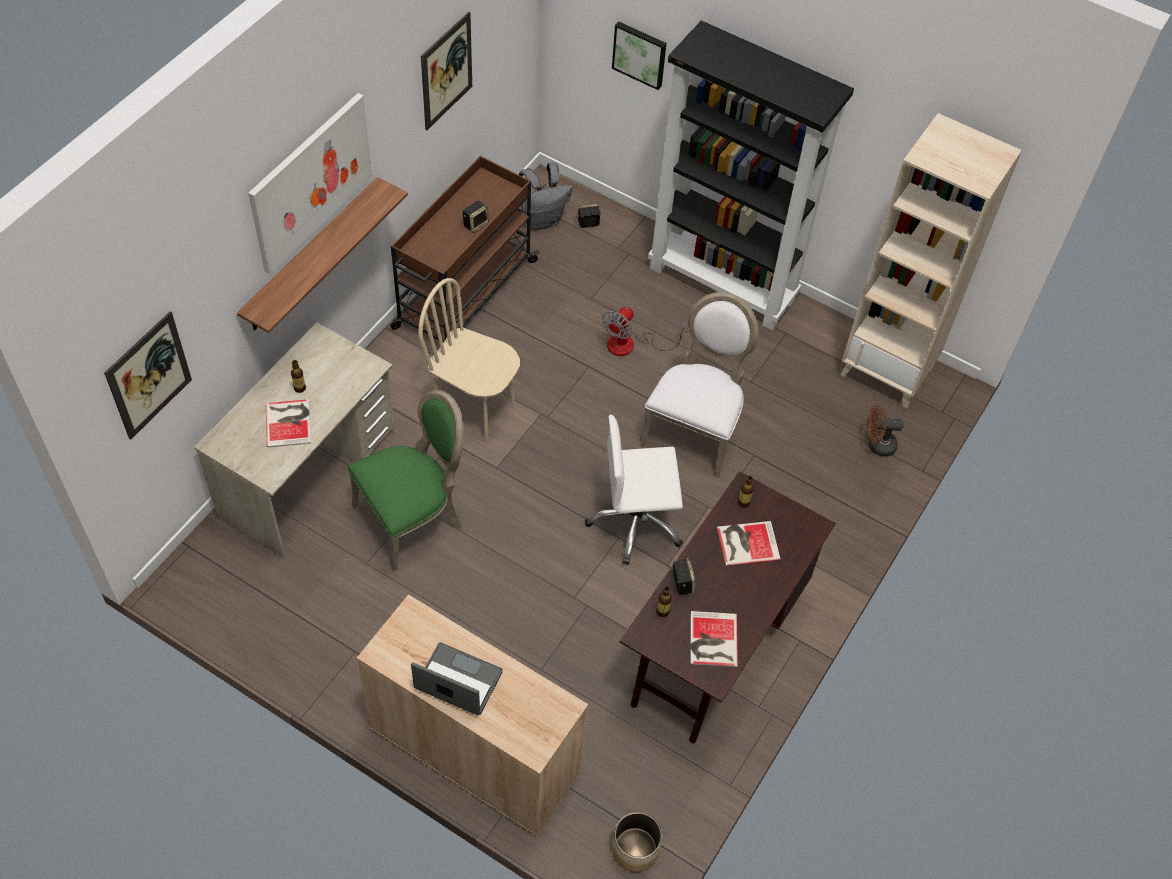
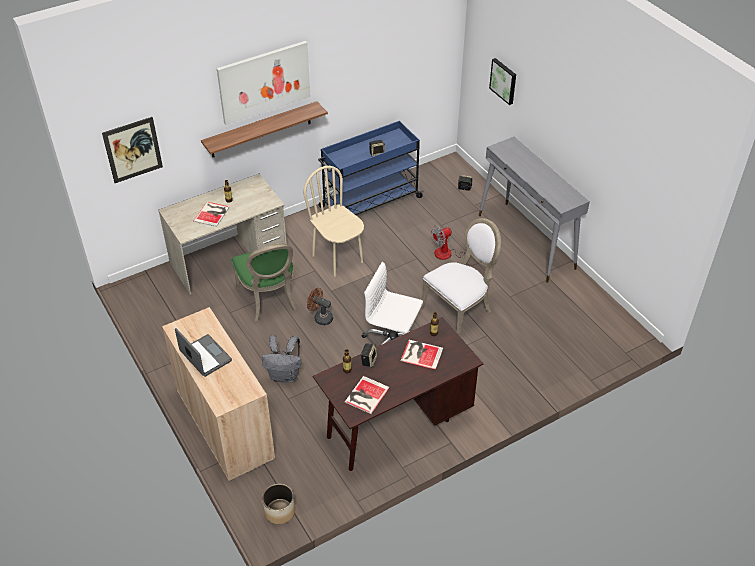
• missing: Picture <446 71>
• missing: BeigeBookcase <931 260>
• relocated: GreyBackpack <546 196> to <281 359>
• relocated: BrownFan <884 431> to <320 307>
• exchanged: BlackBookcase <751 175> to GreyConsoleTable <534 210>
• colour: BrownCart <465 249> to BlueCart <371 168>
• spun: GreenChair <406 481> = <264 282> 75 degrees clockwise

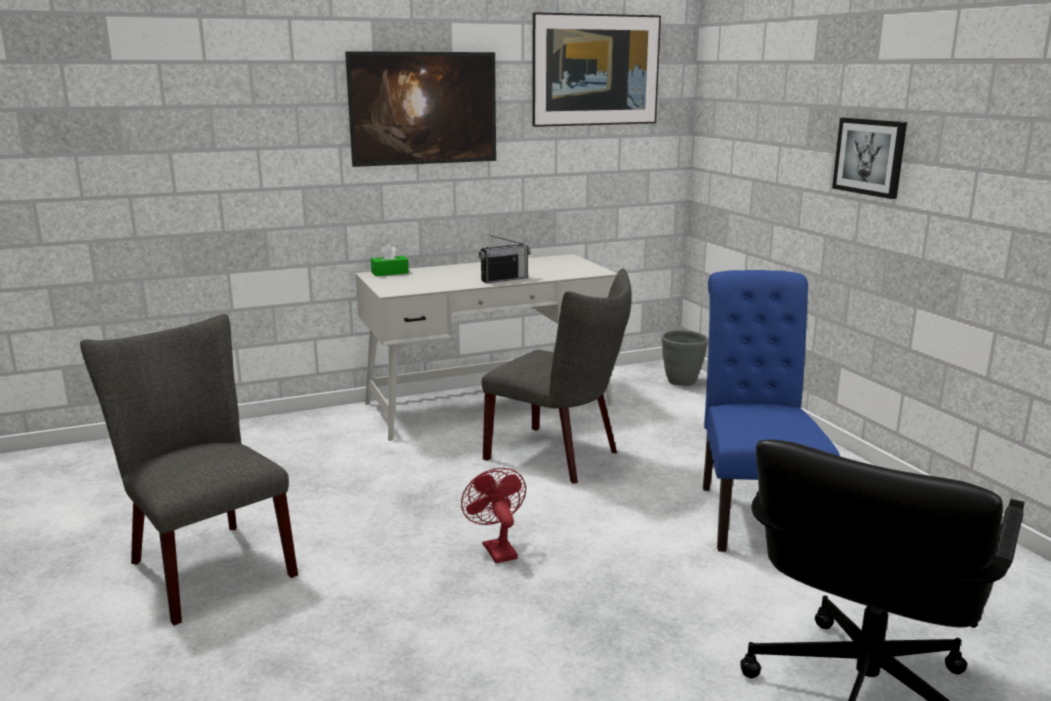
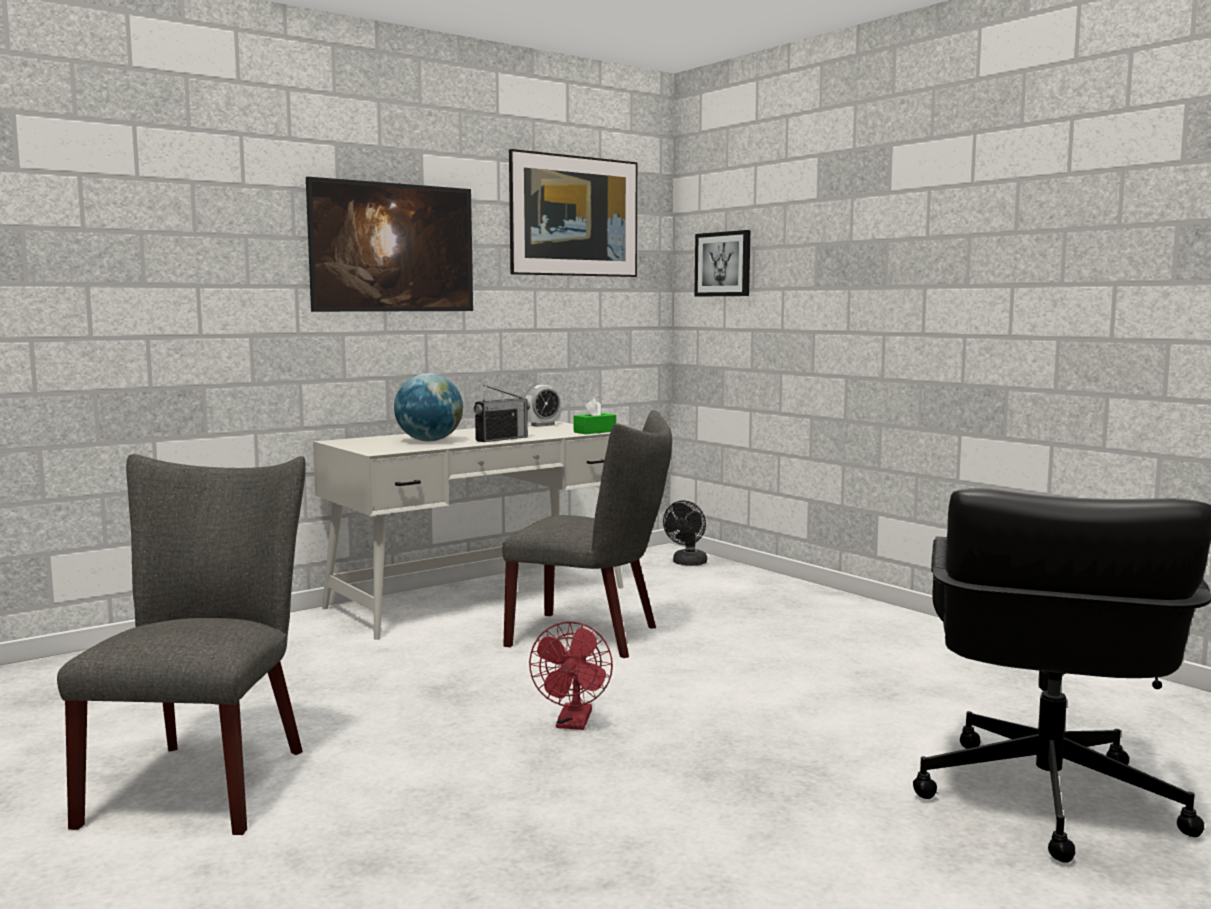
• missing: BlueChair <771 411>
• appeared: Globe <428 407>
• appeared: AlarmClock <543 406>
• relocated: GreenTissueBox <390 260> to <595 416>
• relocated: Picture <869 158> to <722 263>
• exchanged: GreyPlanter <685 358> to BlackFan <685 533>
• spun: GreyChair <189 469> = <181 644> 60 degrees clockwise
• spun: RedFan <493 515> = <571 675> 135 degrees counterclockwise

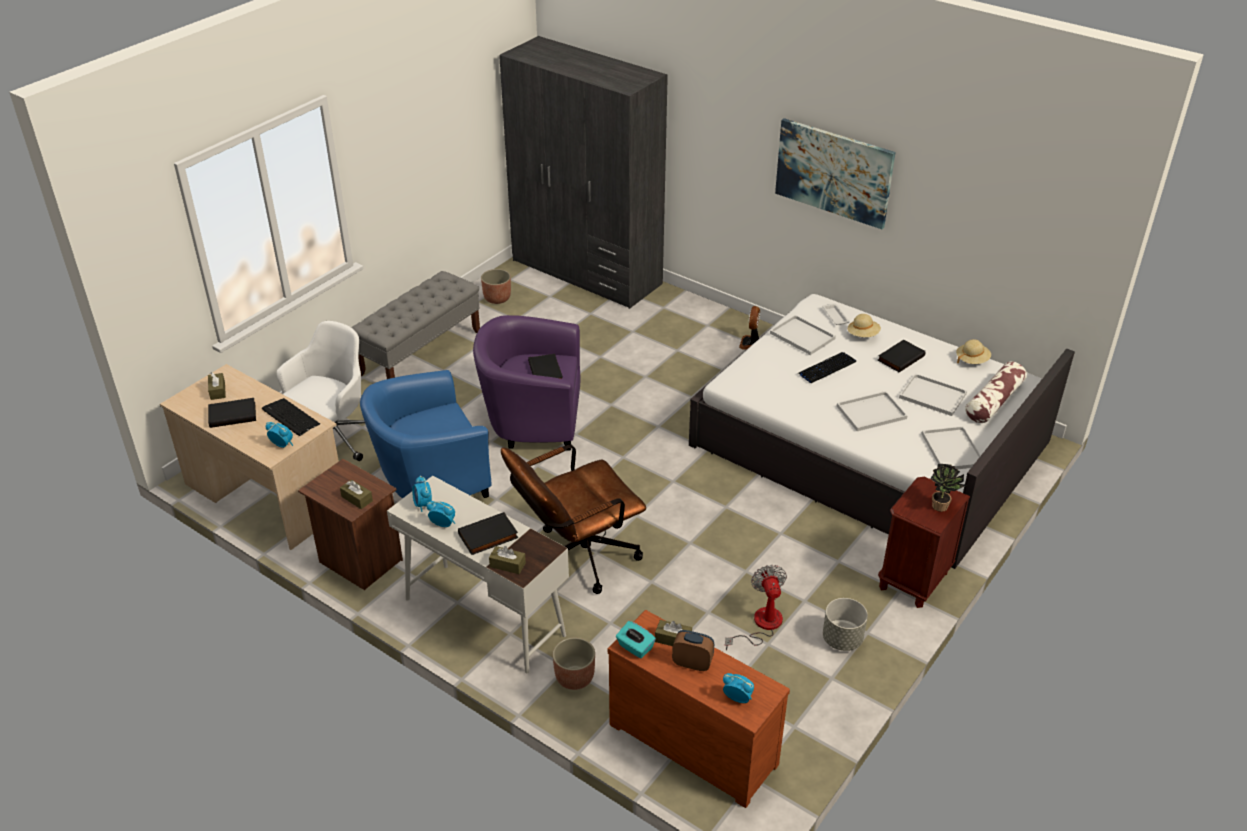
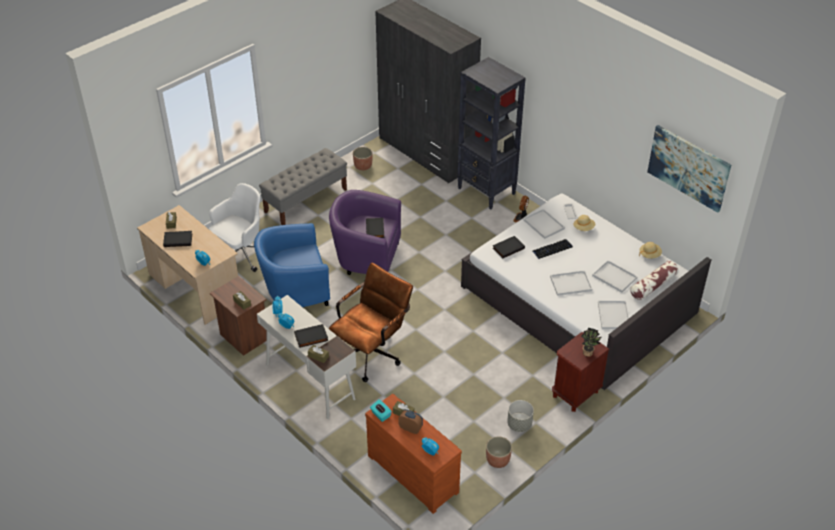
• missing: Keyboard <291 417>
• missing: Fan <756 607>
• appeared: BlackBookcase <491 133>
• relocated: Planter <574 663> to <499 452>
• relocated: Picture <835 173> to <689 169>
• relocated: BlackBook <901 356> to <509 247>
• spun: BrownOfficeChair <573 519> = <370 322> 150 degrees clockwise

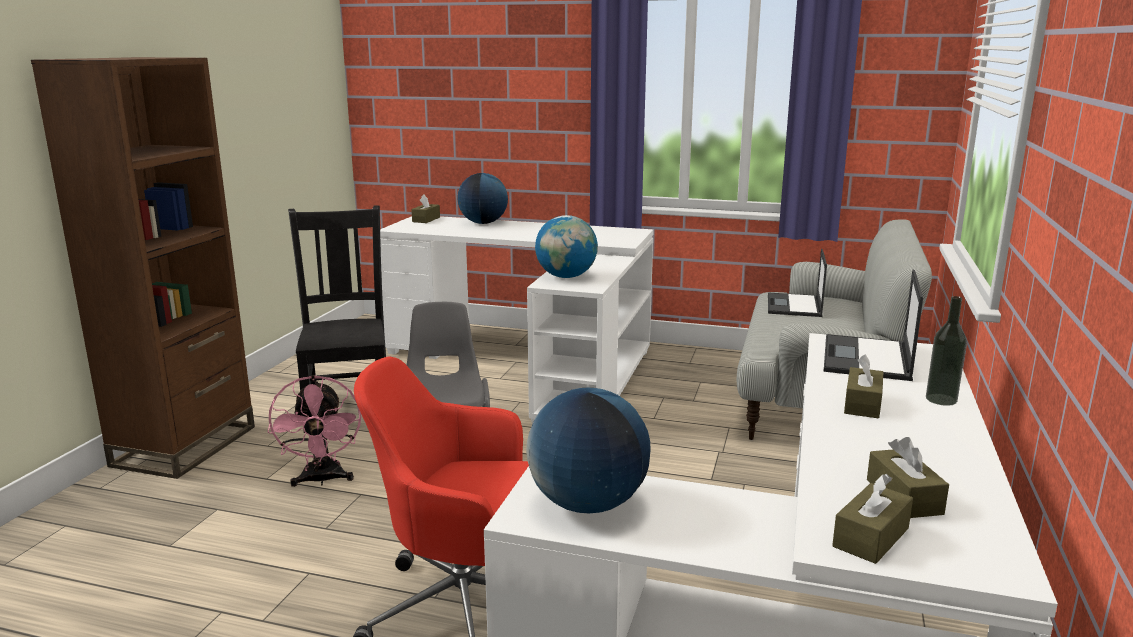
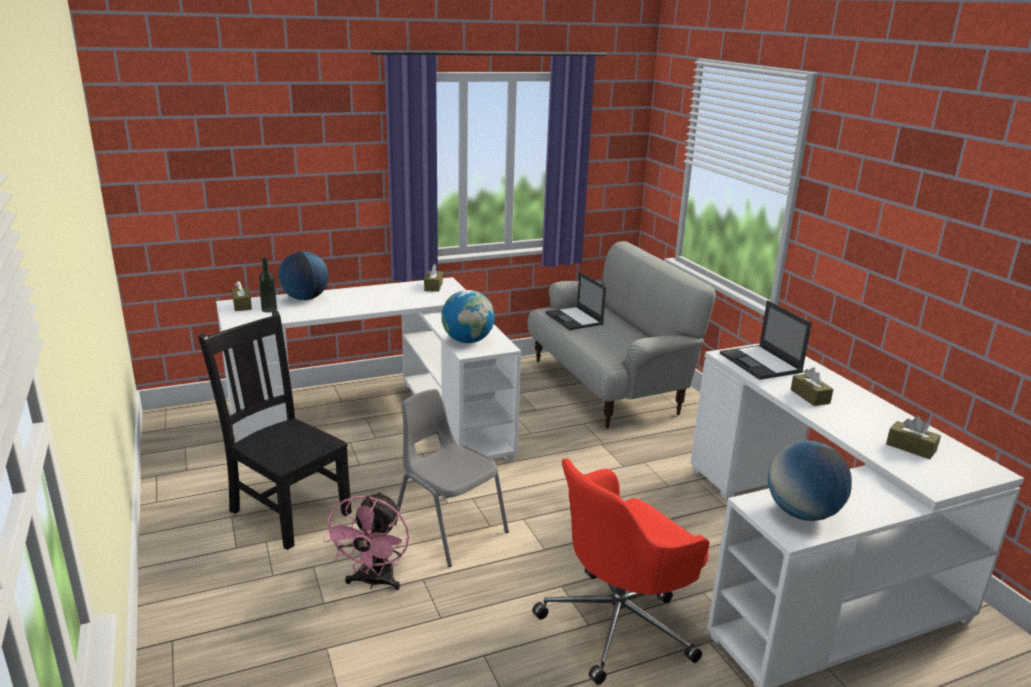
• missing: BrownBookcase <143 268>
• relocated: BrownTissueBox <872 519> to <433 278>
• relocated: Bottle <946 351> to <268 285>
• spun: PinkFan <314 431> = <366 540> 60 degrees clockwise

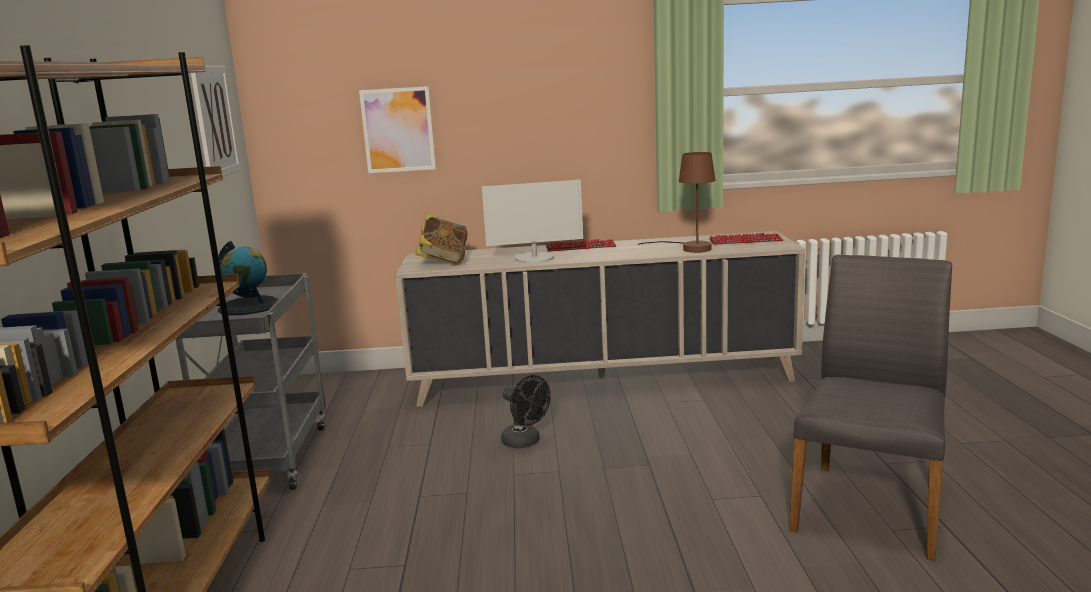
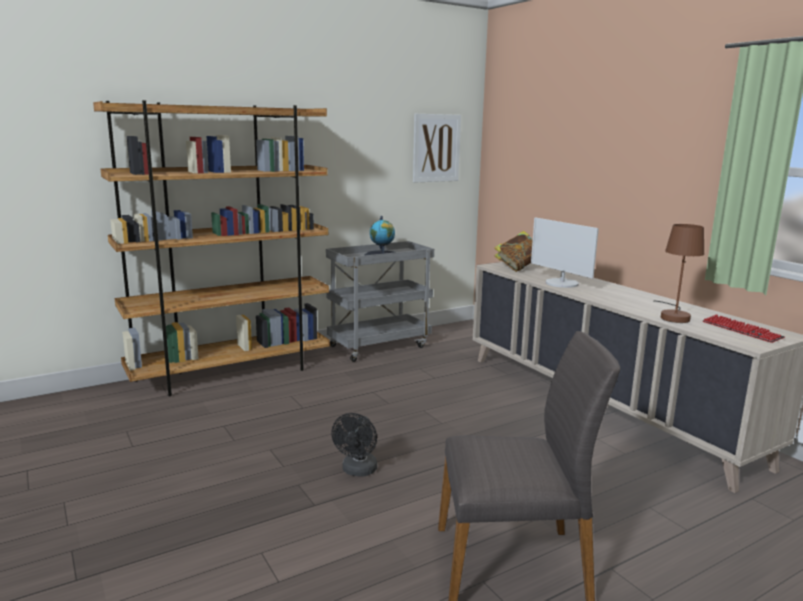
• missing: Picture <397 129>
• missing: Keyboard <581 245>
• relocated: BlackFan <526 411> to <354 444>

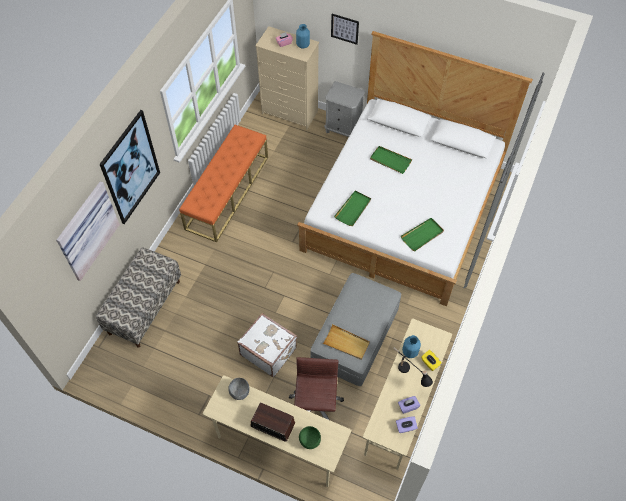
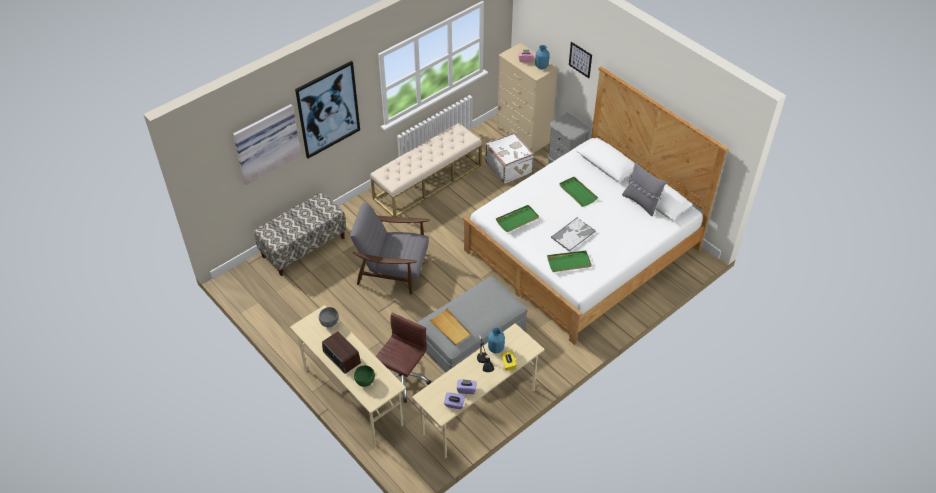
• appeared: GreyArmchair <390 248>
• appeared: Tray <573 235>
• appeared: GreyPillow <644 189>
• relocated: WhiteSuitcase <267 345> to <510 158>
• colour: OrangeBench <223 183> to BeigeBench <426 170>

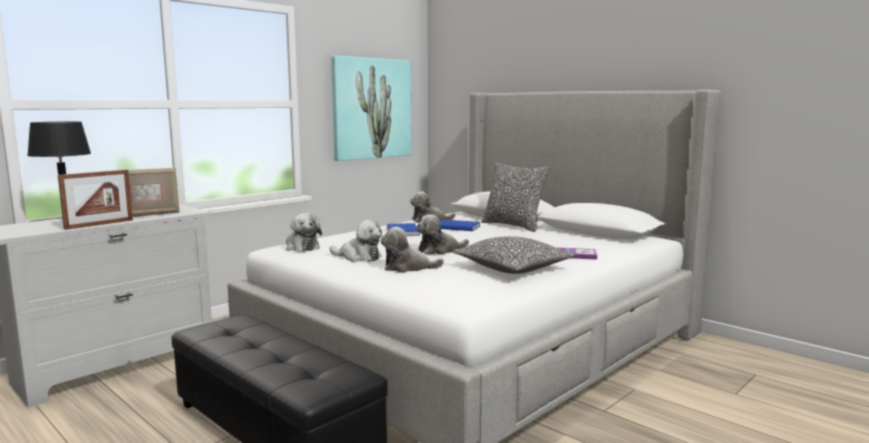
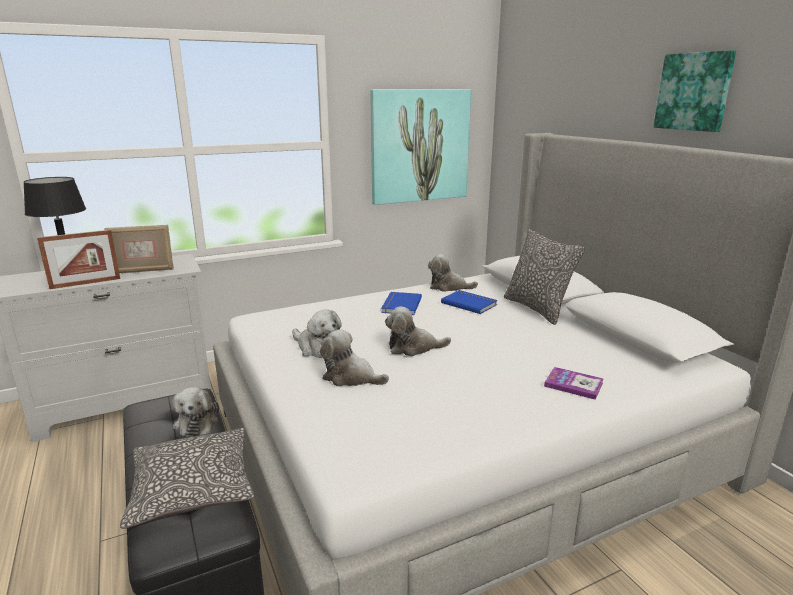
• appeared: Picture <694 91>
• relocated: PlushToy <304 232> to <195 412>
• relocated: Pillow <514 255> to <187 478>

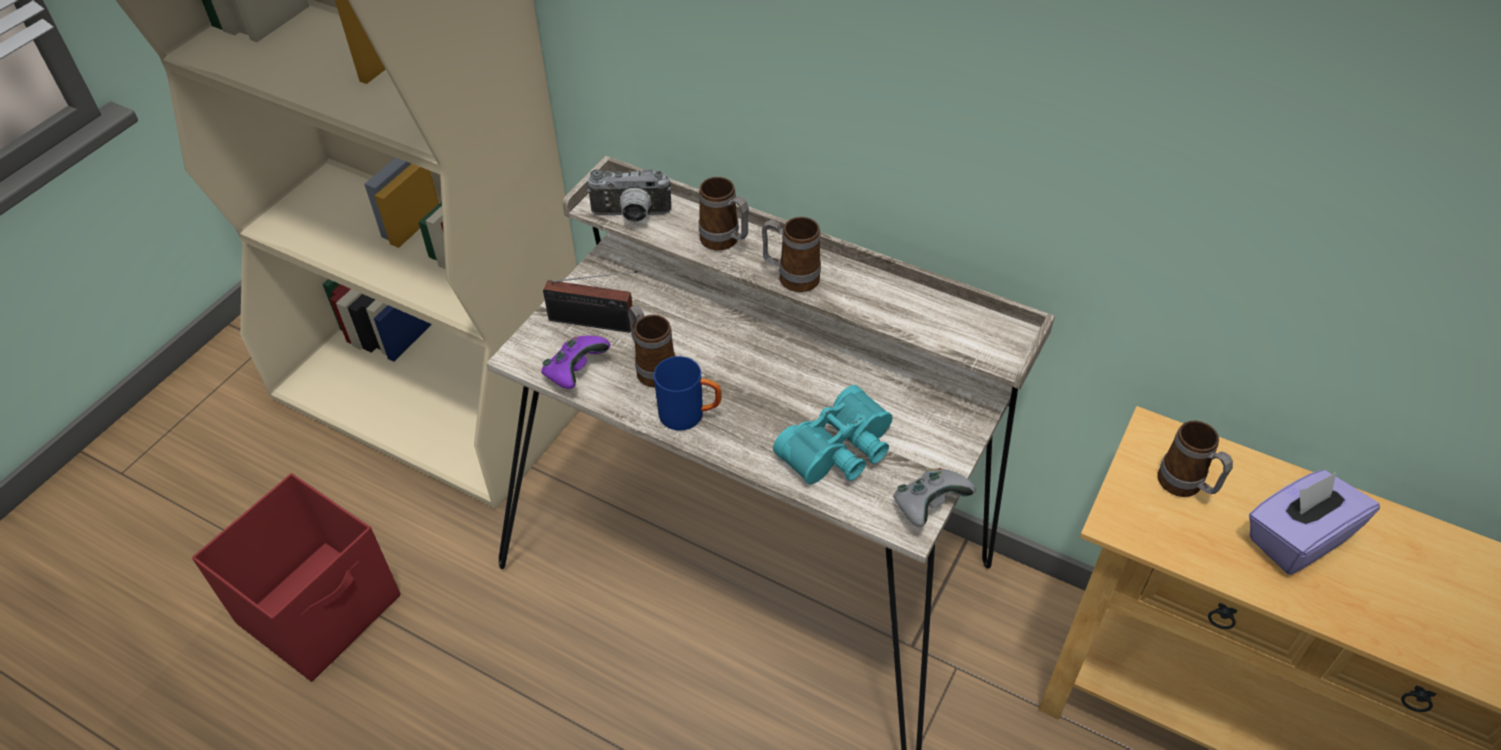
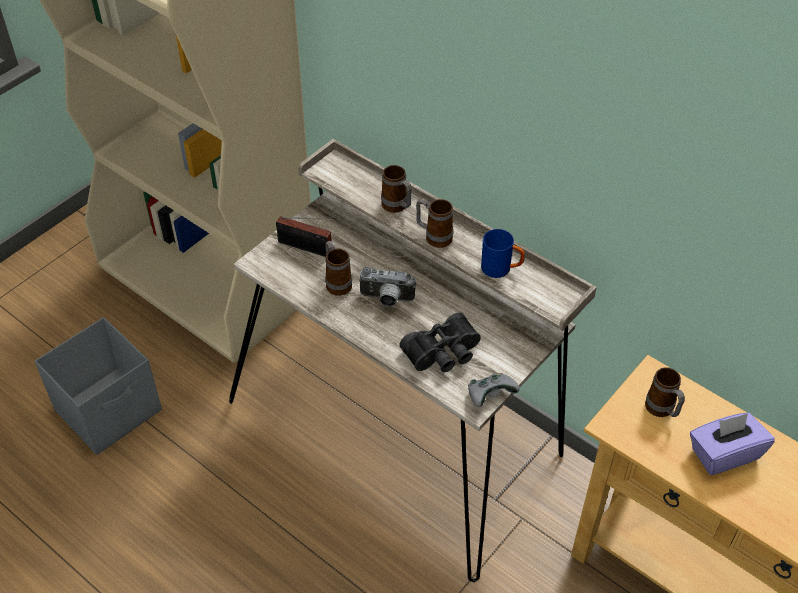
• missing: PurpleGameController <575 362>
• relocated: PhotoCamera <629 196> to <387 287>
• relocated: BlueMug <688 393> to <503 253>
• colour: RedStorageBox <296 577> to GreyStorageBox <98 386>
• colour: TurquoiseBinoculars <833 434> to BlackBinoculars <440 342>

